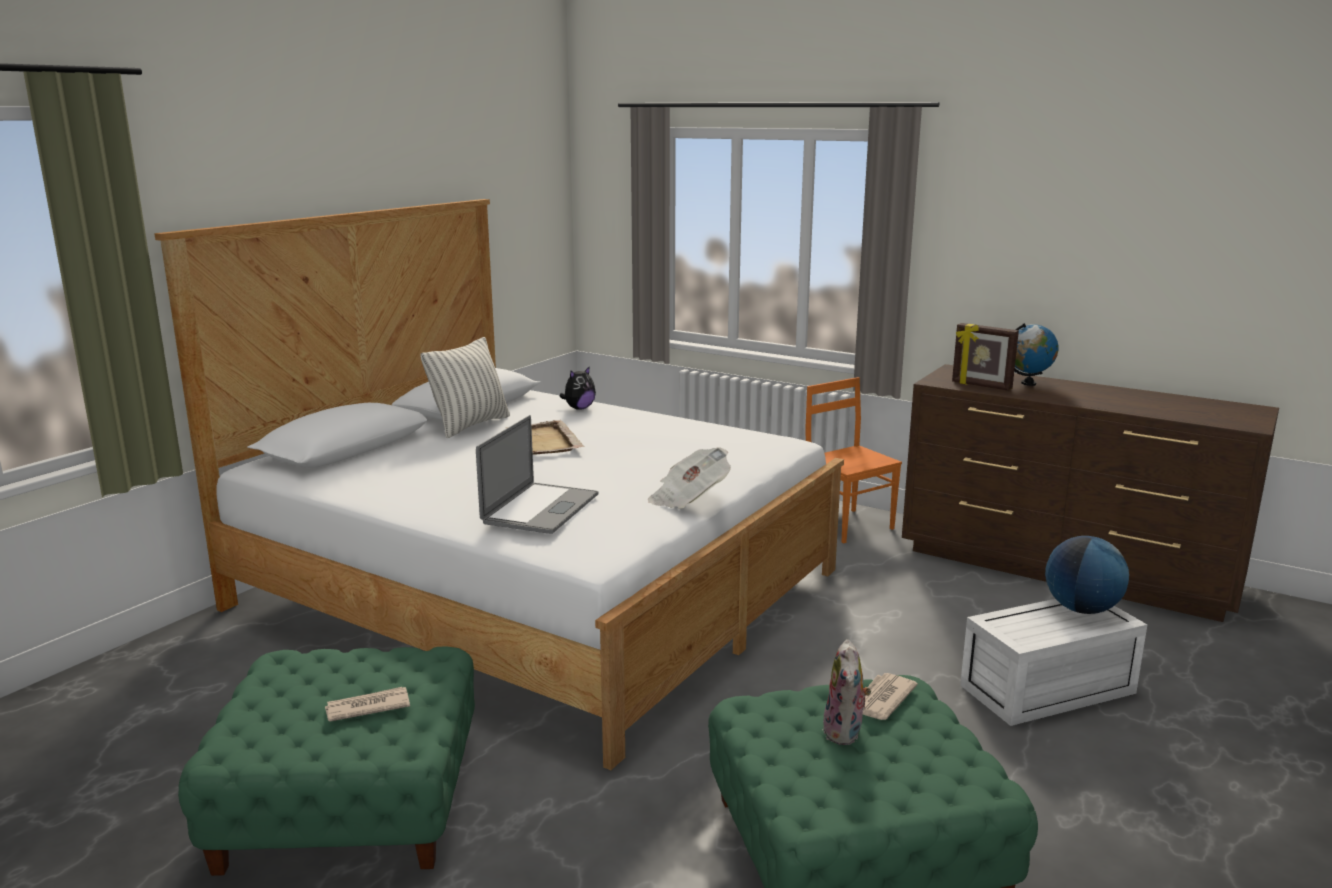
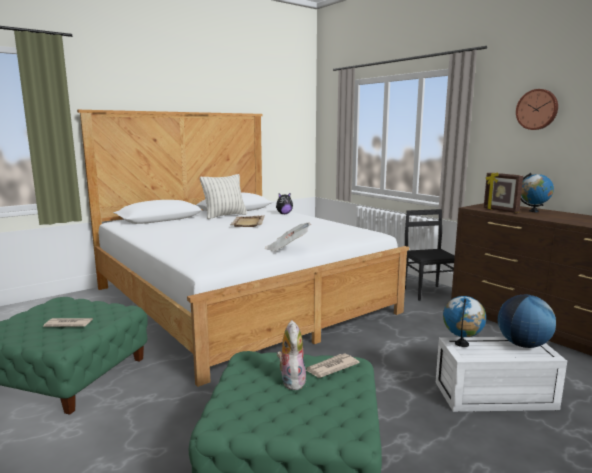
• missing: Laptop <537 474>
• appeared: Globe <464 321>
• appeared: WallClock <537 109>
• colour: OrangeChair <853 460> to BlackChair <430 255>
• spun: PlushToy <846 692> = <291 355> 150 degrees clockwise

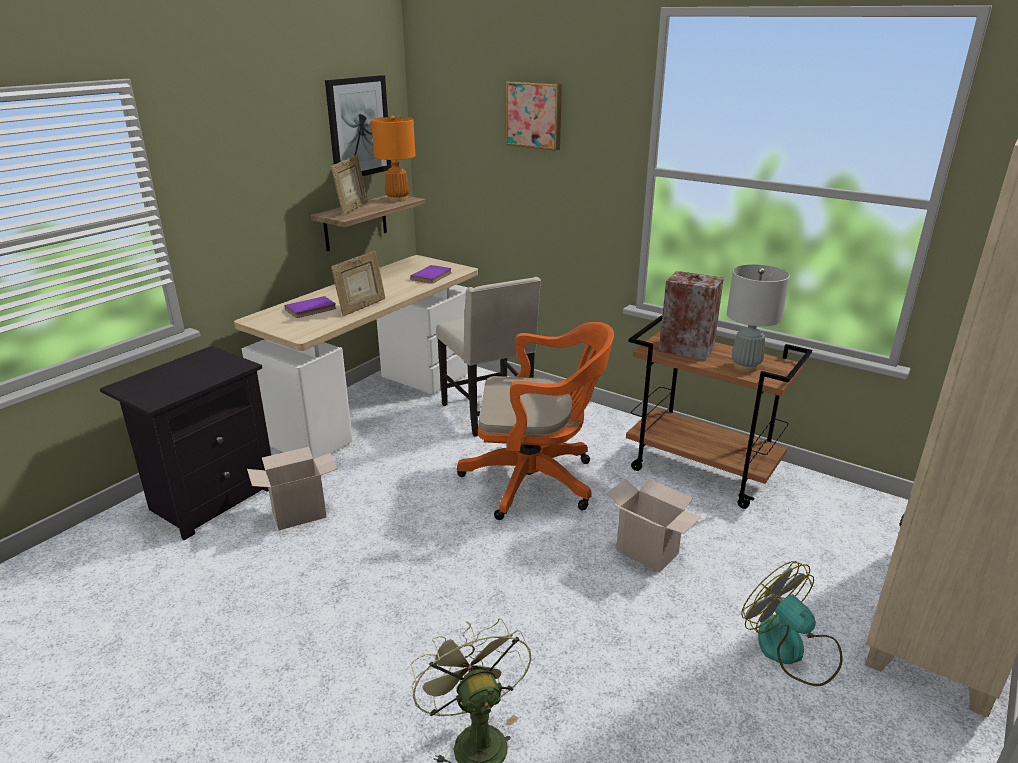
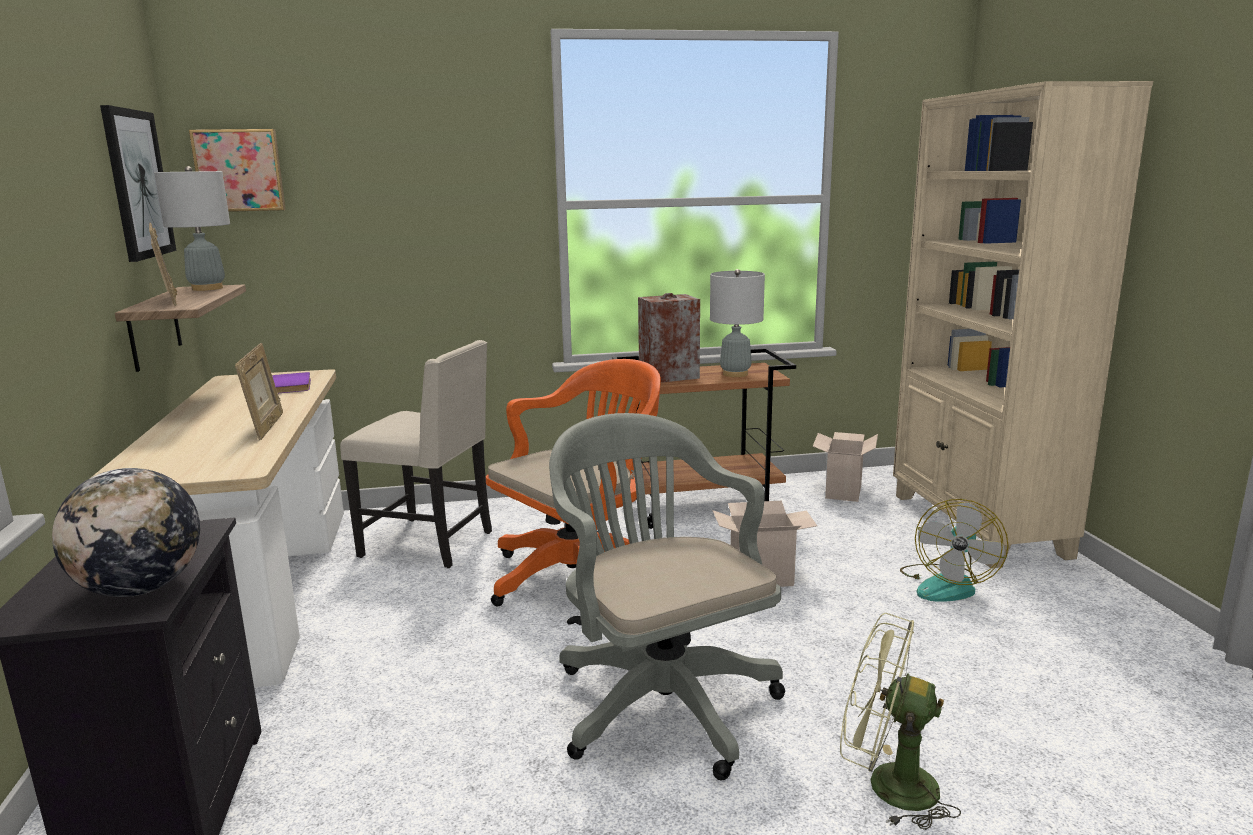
• missing: PurpleBook <310 307>
• appeared: Globe <126 532>
• appeared: GreyOfficeChair <667 596>
• relocated: CardboardBox <292 488> to <845 467>
• relocated: Picture <534 116> to <237 170>
• colour: OrangeTableLamp <393 159> to GreyTableLamp <192 228>
• spun: Fan <791 623> = <954 550> 75 degrees counterclockwise

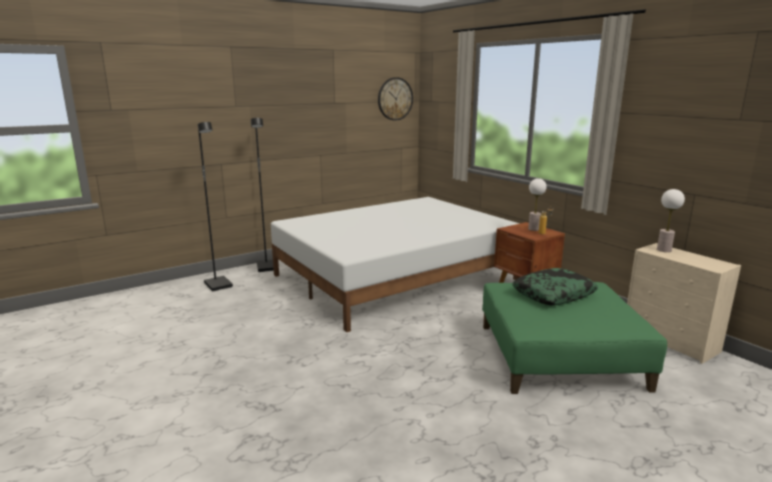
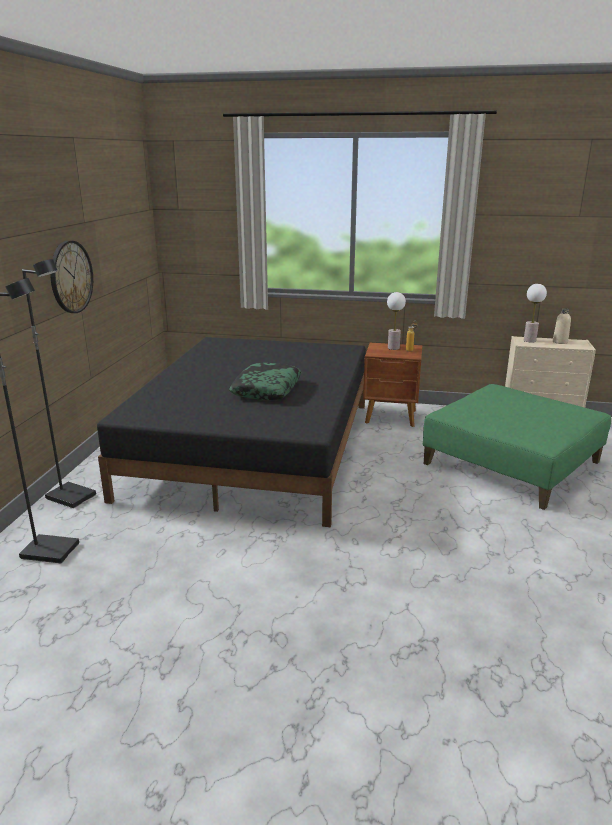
• appeared: BeigeBottle <562 326>
• relocated: WallClock <395 98> to <71 276>
• relocated: Pillow <555 287> to <265 381>
• colour: WhiteBed <395 264> to BlackBed <231 432>

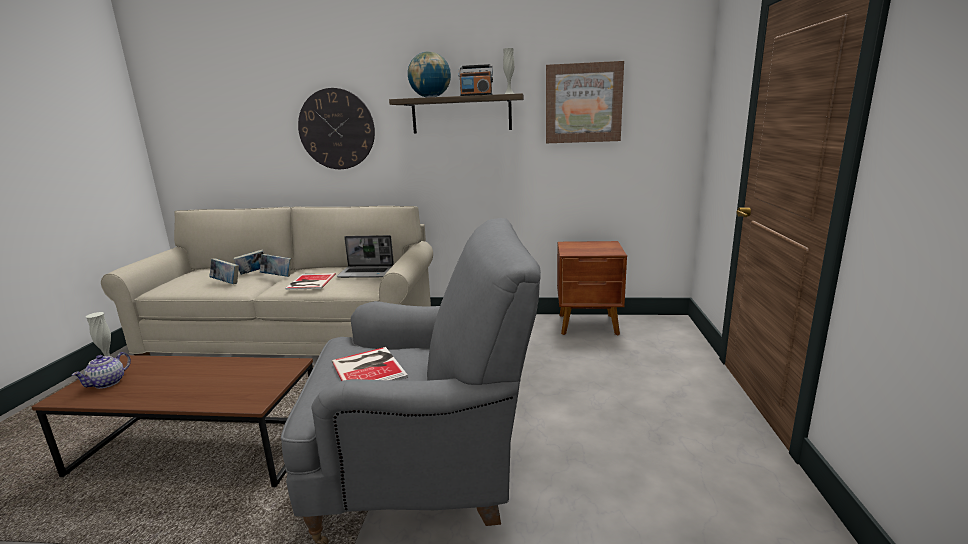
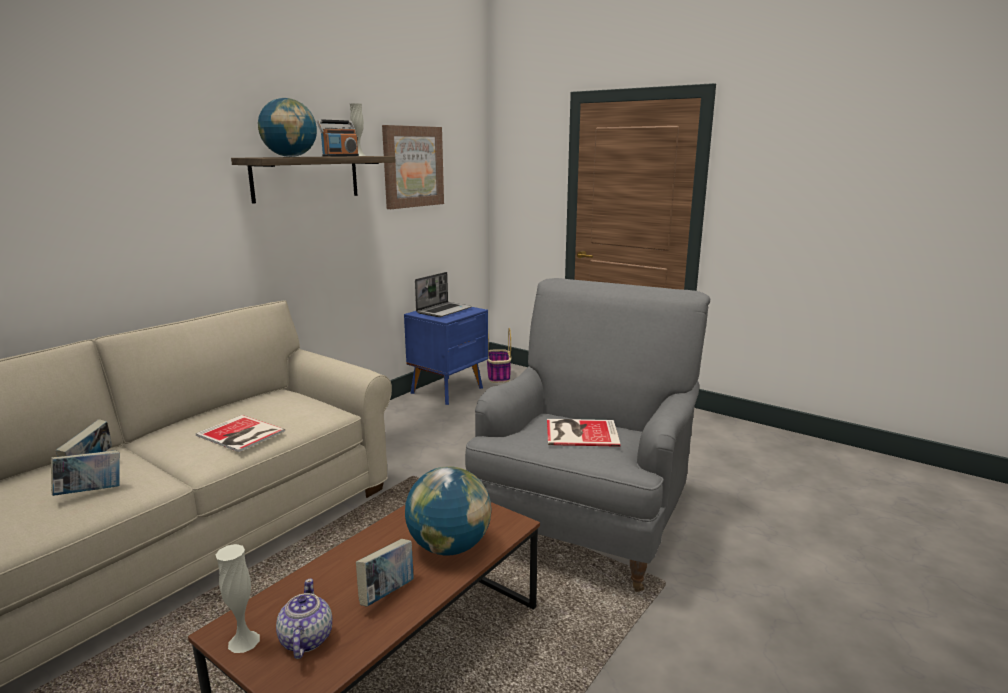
• missing: WallClock <336 128>
• appeared: Globe <448 511>
• appeared: Basket <499 355>
• relocated: Book <276 265> to <384 573>
• relocated: Laptop <365 256> to <443 294>
• colour: BrownNightstand <592 288> to BlueNightstand <446 356>
• spun: Teapot <101 370> = <304 619> 150 degrees counterclockwise

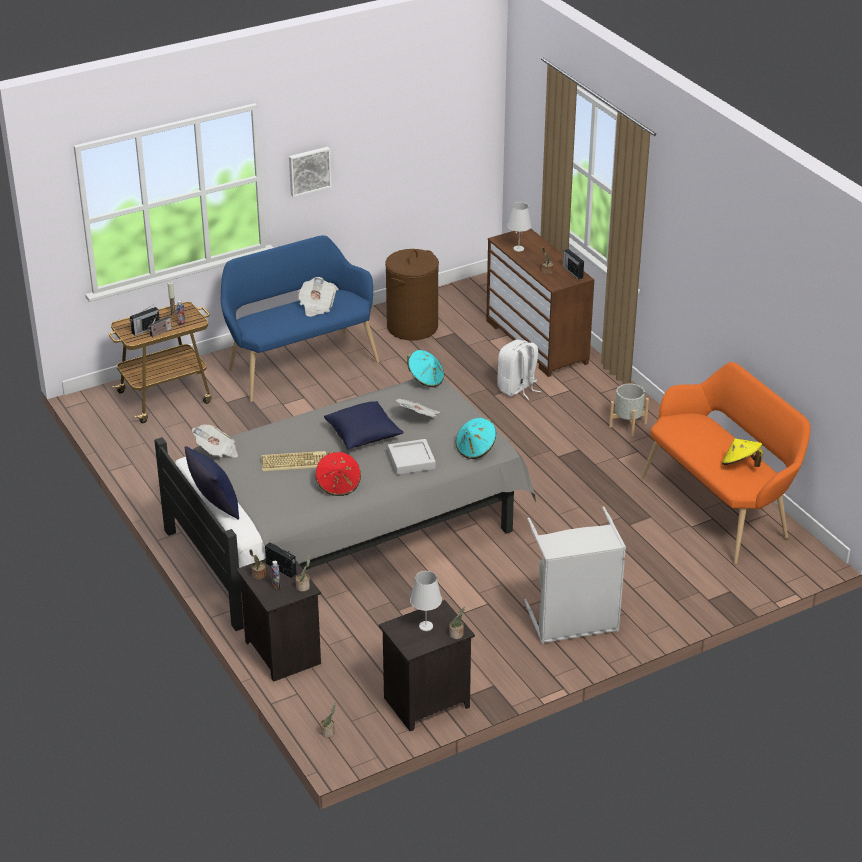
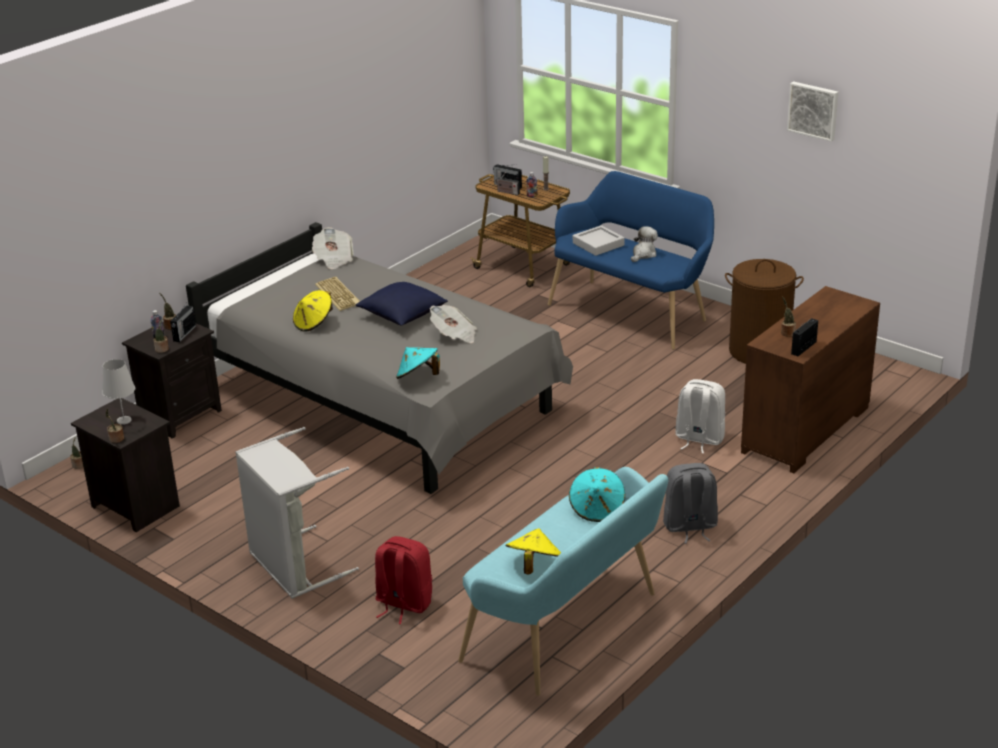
• missing: BluePillow <212 483>
• missing: WhiteTableLamp <519 227>
• appeared: RedBackpack <403 580>
• relocated: Picture <310 172> to <812 111>
• relocated: GreyTray <412 457> to <599 240>
• relocated: TurquoiseHat <425 368> to <597 494>
• exchanged: Newspaper <317 296> to PlushToy <644 244>
• exchanged: GreyPlanter <629 410> to GreyBackpack <690 503>
• colour: RedHat <338 474> to YellowHat <313 311>
• colour: OrangeBench <725 463> to TurquoiseBench <563 581>

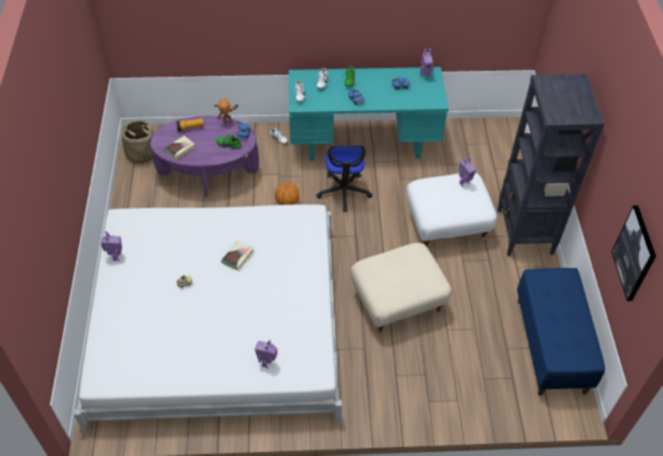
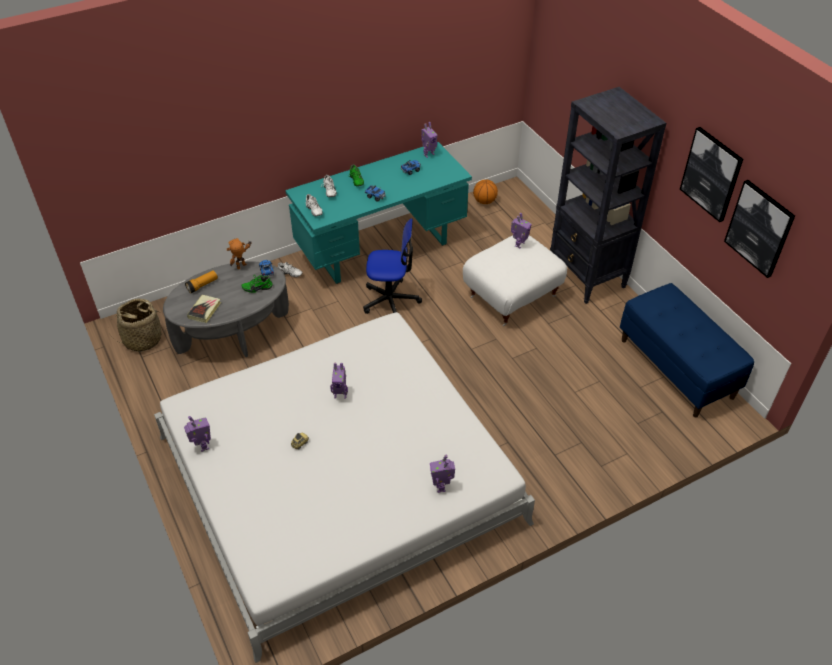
• missing: BeigeOttoman <401 288>
• appeared: Picture <711 174>
• relocated: Basketball <287 193> to <485 192>
• exchanged: Book <237 255> to ToyRobot <339 380>
• colour: PurpleCoffeeTable <204 156> to GreyCoffeeTable <226 309>
• spun: OfficeChair <344 178> = <392 266> 60 degrees counterclockwise

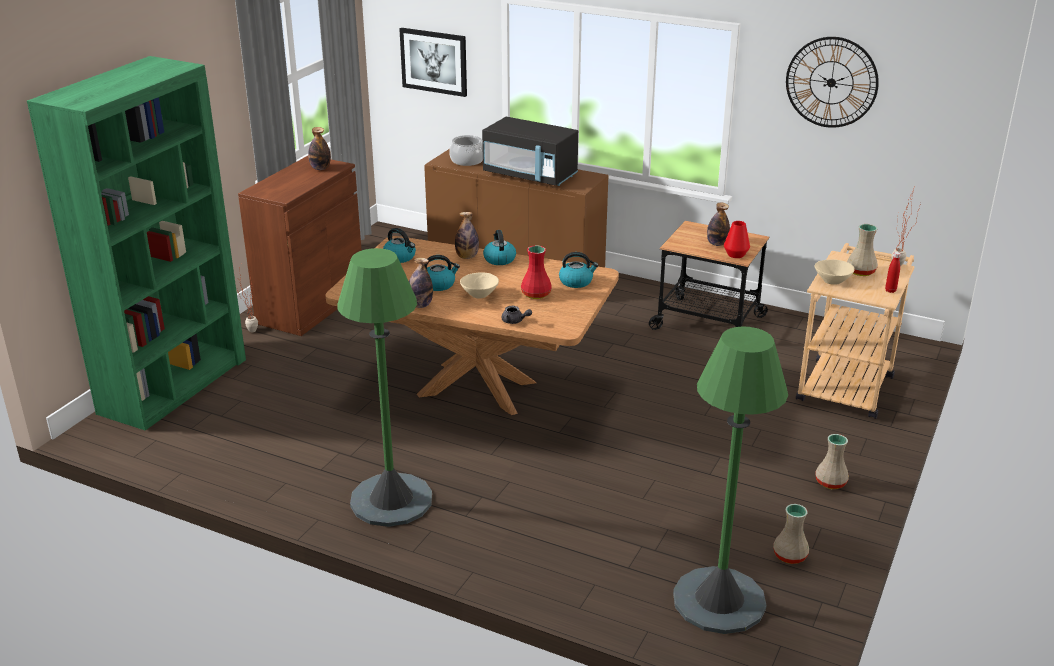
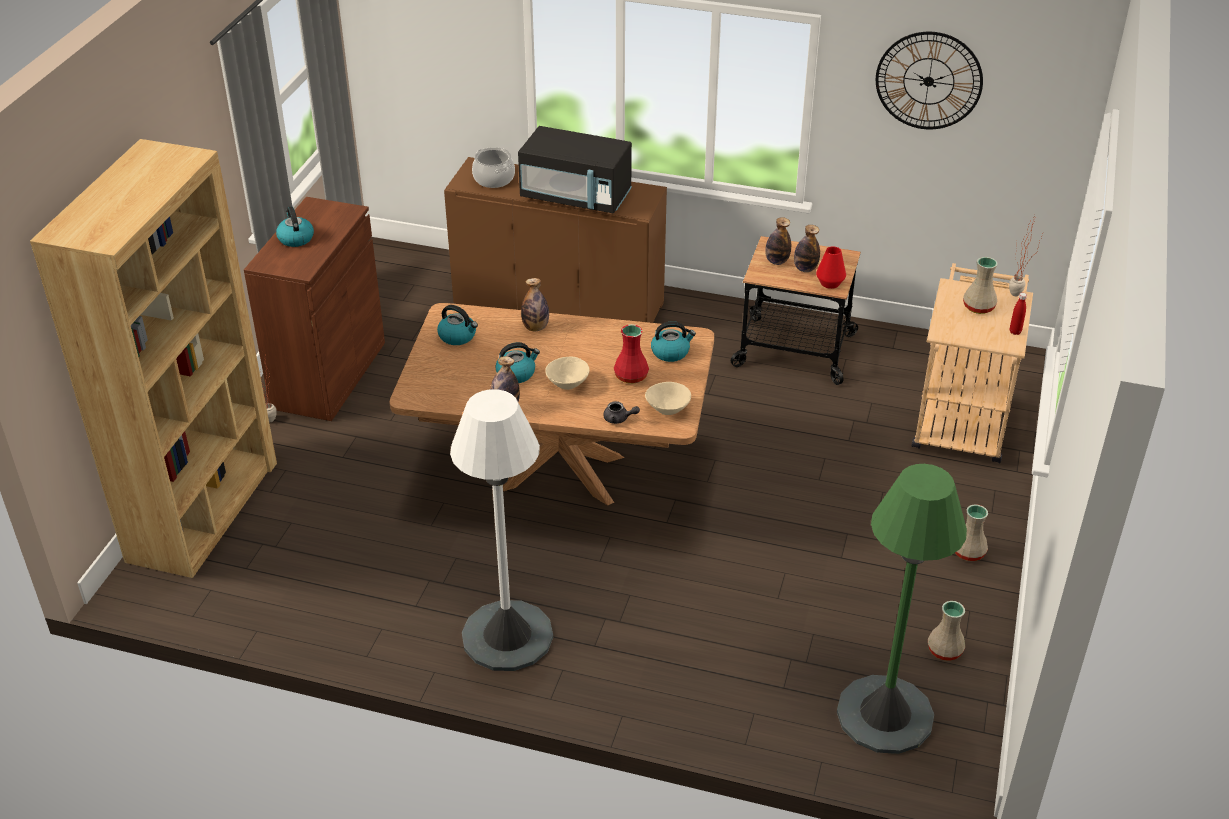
• missing: Picture <433 62>
• relocated: Bottle <319 148> to <778 241>
• relocated: Kettle <499 247> to <295 226>
• relocated: BeigeBowl <834 272> to <668 398>
• colour: GreenBookcase <136 243> to BrownBookcase <153 358>
• colour: GreenFloorLamp <385 387> to WhiteFloorLamp <501 530>

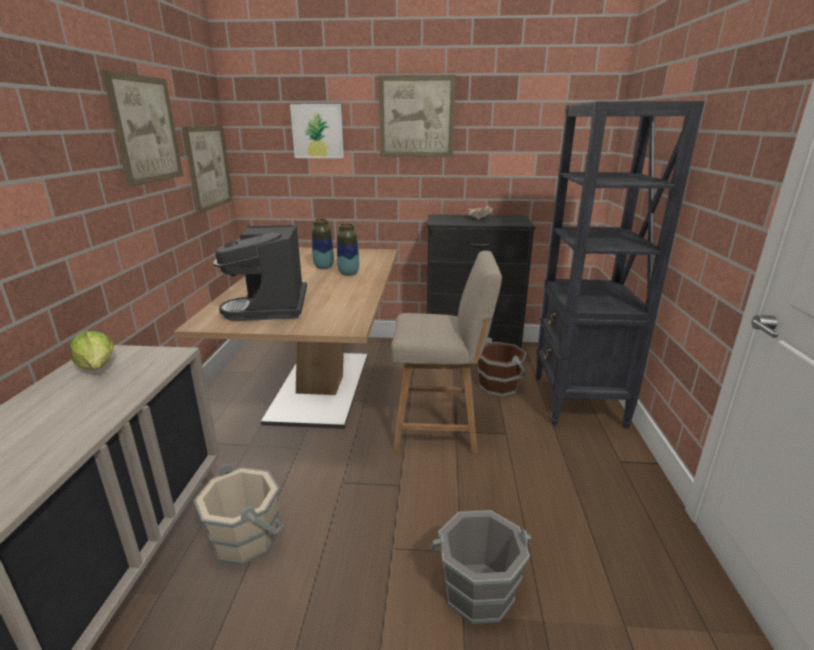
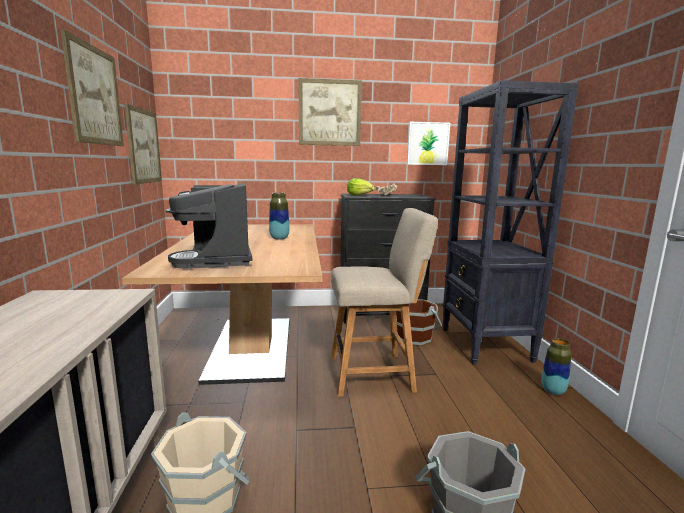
• relocated: Lettuce <92 350> to <361 186>
• relocated: Picture <317 131> to <428 143>
• relocated: Vase <323 244> to <556 366>

